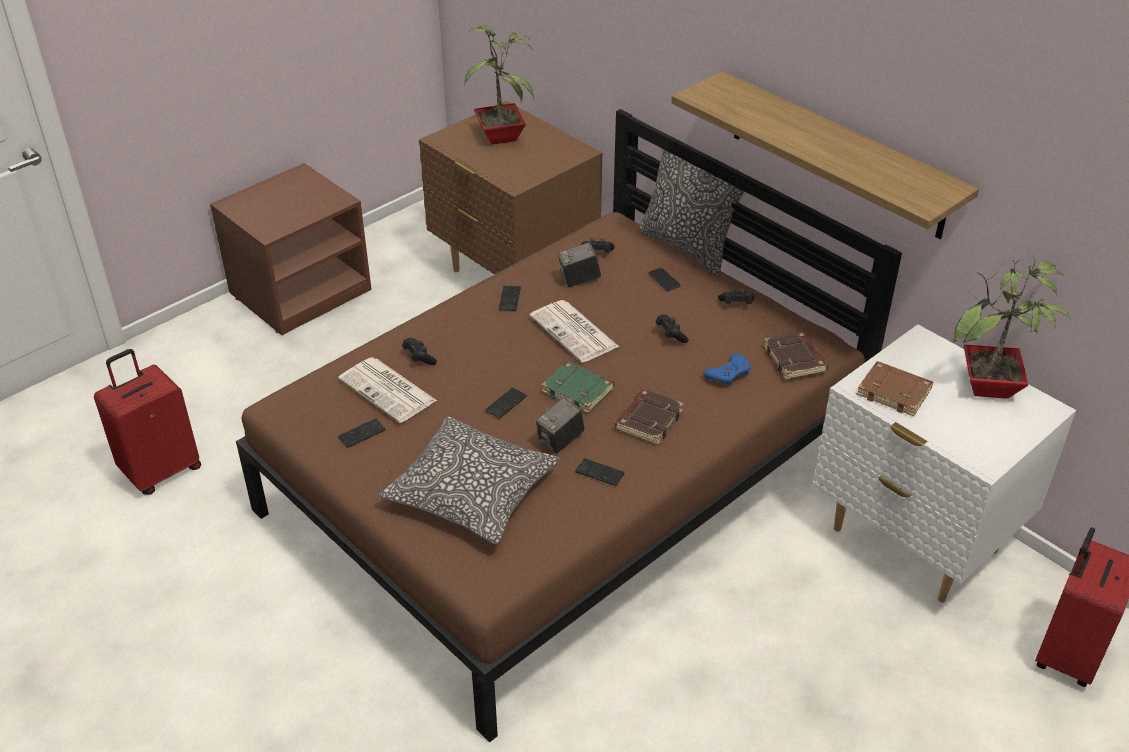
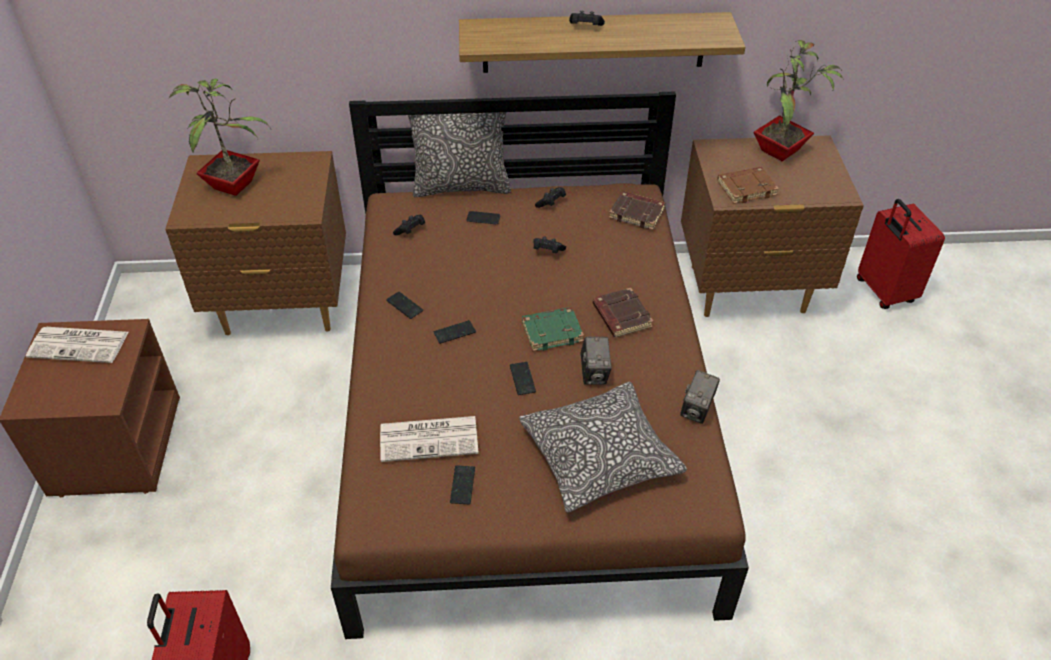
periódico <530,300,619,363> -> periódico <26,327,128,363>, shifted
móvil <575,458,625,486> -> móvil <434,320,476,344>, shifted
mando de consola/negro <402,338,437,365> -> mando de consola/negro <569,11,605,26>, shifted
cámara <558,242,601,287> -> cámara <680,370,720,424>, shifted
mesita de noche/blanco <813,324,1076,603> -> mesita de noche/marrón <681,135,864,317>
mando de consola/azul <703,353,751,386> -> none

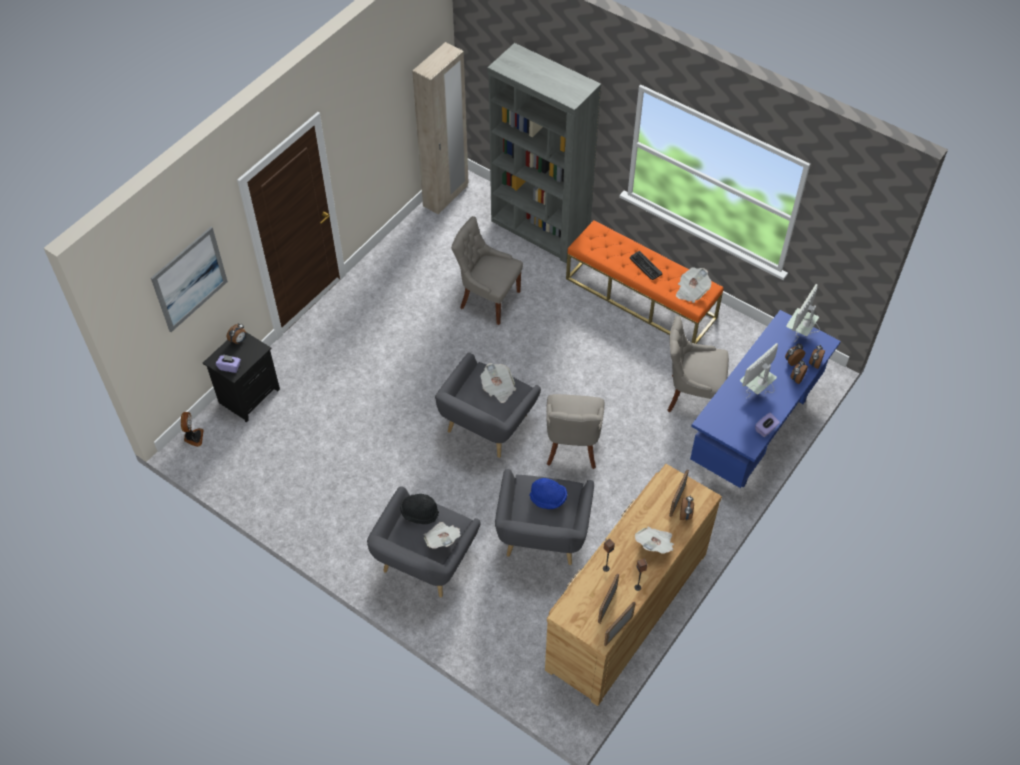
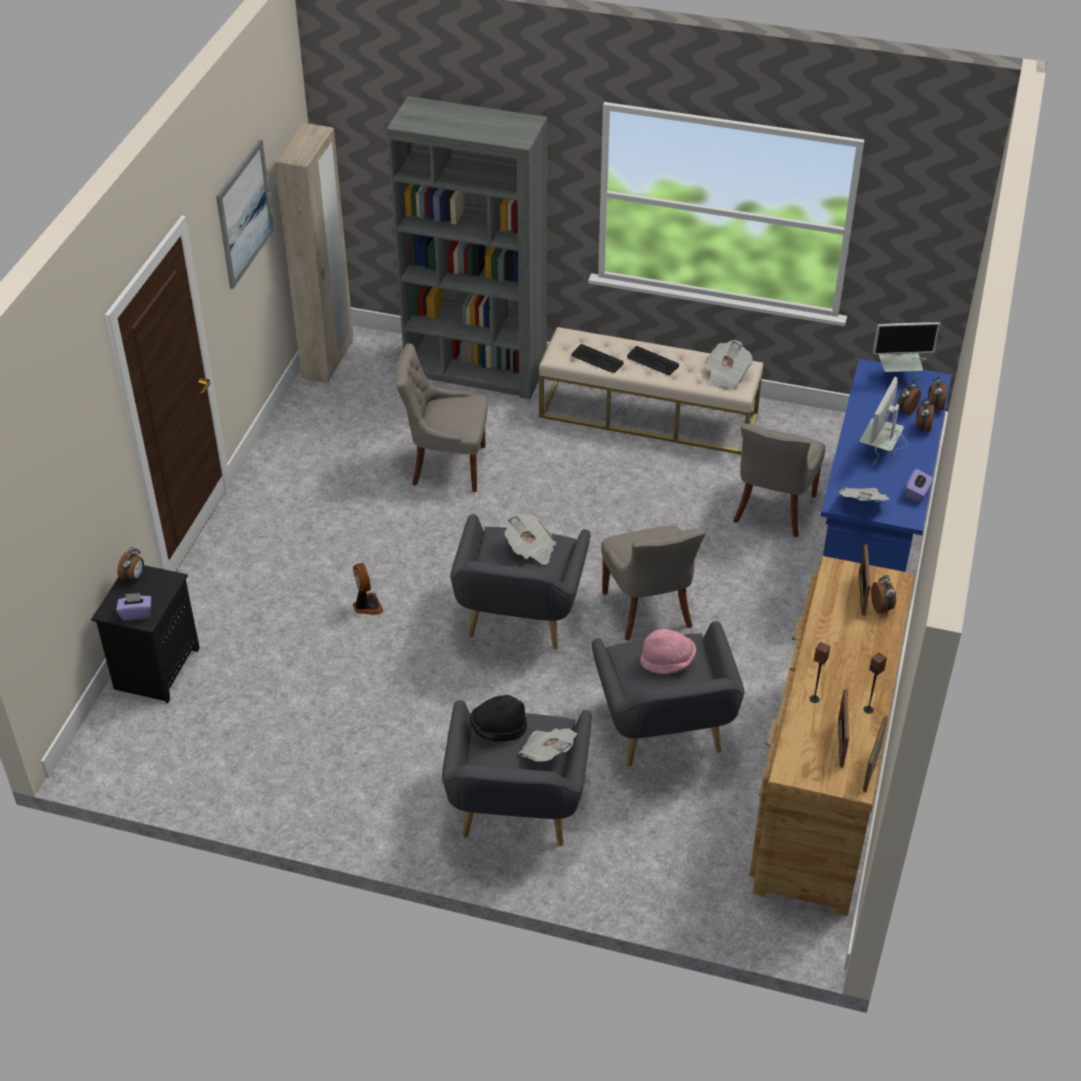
cuadro <151,227,228,332> -> cuadro <216,139,274,289>, shifted
ventilador <181,412,203,447> -> ventilador <353,563,383,615>, shifted
banco/naranja <566,220,724,344> -> banco/beis <539,327,763,455>
none -> teclado <572,344,624,373>
sombrero/azul <530,478,567,509> -> sombrero/rosa <640,629,696,674>
silla/gris <667,316,729,412> -> silla/gris <733,424,826,537>, 60 degrees counterclockwise
periódico <635,527,674,554> -> periódico <839,488,890,501>, shifted
monitor <786,284,820,343> -> monitor <873,322,940,377>, 105 degrees counterclockwise

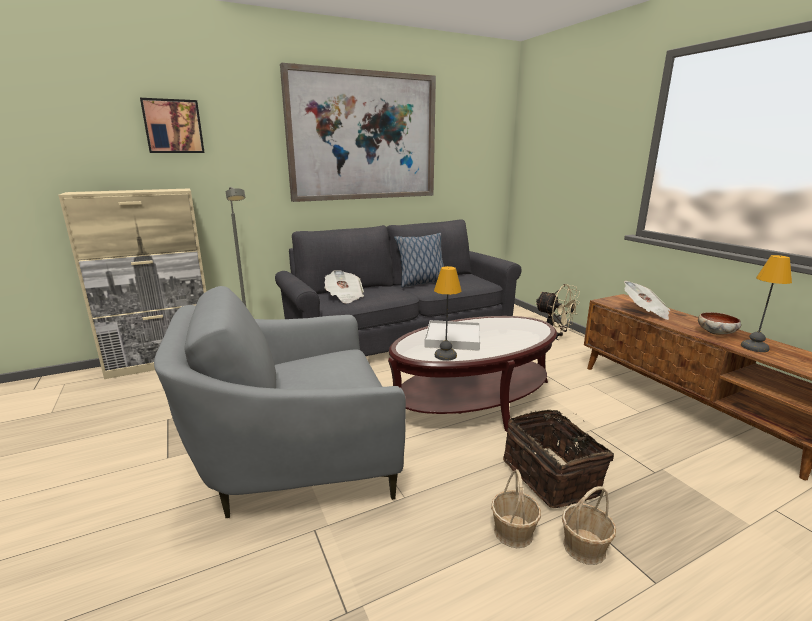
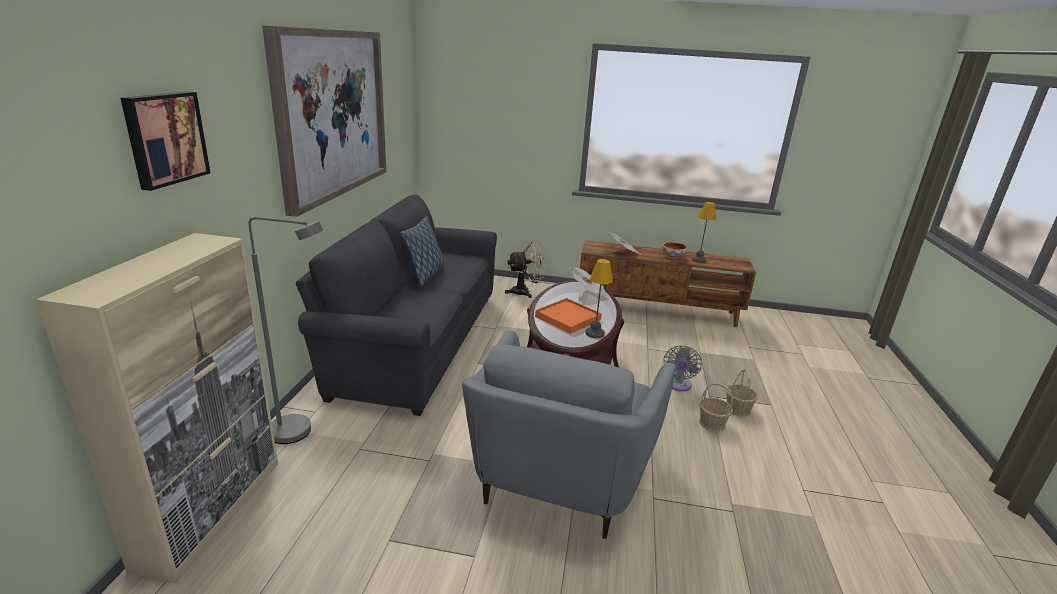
bandeja/blanco <424,320,480,350> -> bandeja/naranja <535,298,602,334>
periódico <325,270,364,304> -> periódico <569,267,609,298>, shifted
cesta <503,410,614,508> -> ventilador/gris <663,345,702,391>

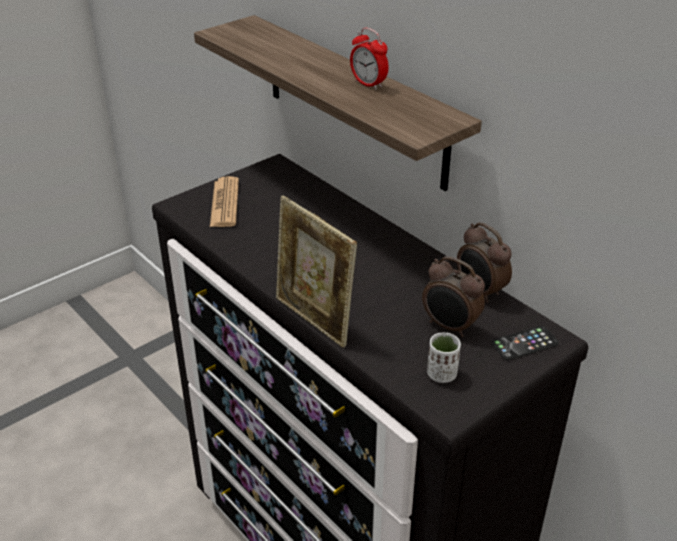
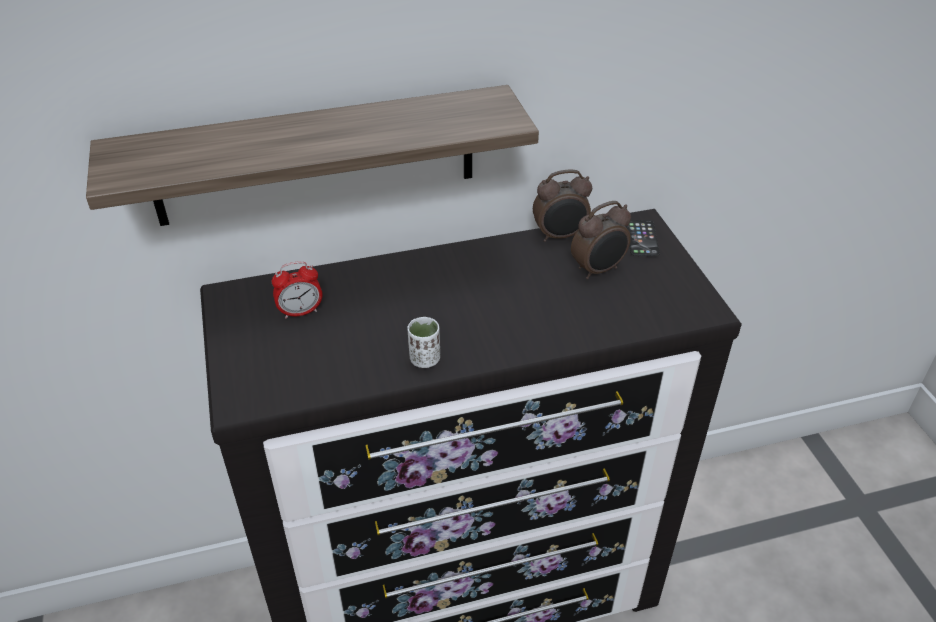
despertador <350,28,389,90> -> despertador <272,261,322,319>, shifted
taza/blanco <427,333,461,383> -> taza/blanco <408,317,440,368>, shifted
periódico <210,176,239,227> -> none
portarretratos <276,196,357,348> -> none

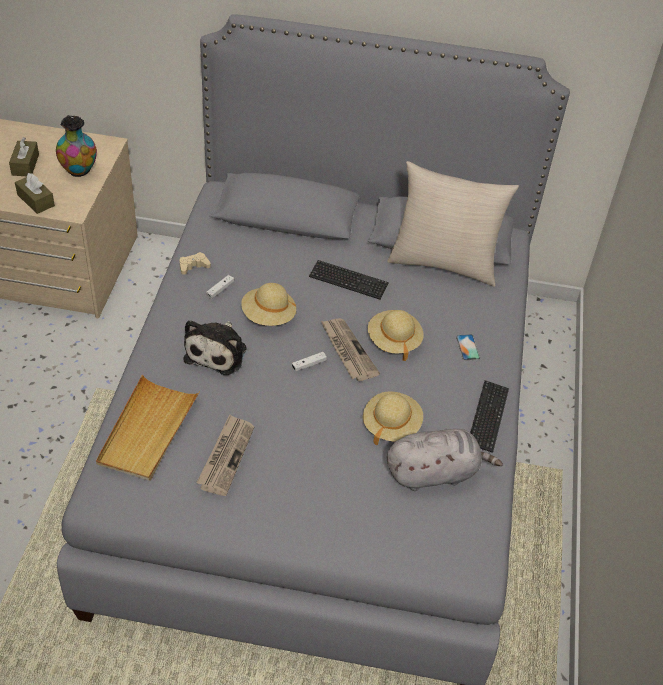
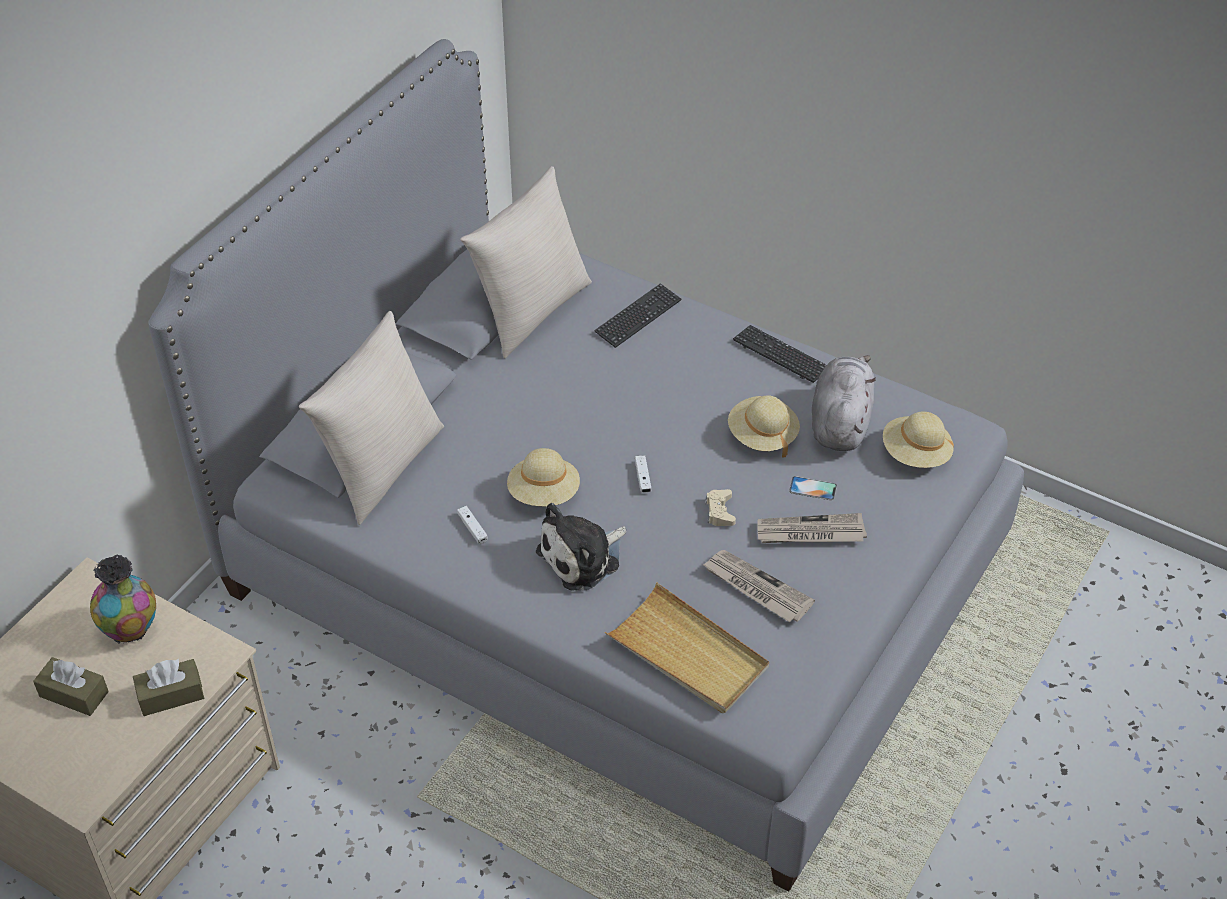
none -> cojín/beis <299,311,444,525>
peluche <183,320,247,375> -> peluche <536,503,626,590>, 105 degrees clockwise
teclado <309,260,389,300> -> teclado <594,283,681,348>, shifted
mando de consola/beis <179,252,211,275> -> mando de consola/beis <705,489,736,526>, shifted
periódico <321,318,380,381> -> periódico <757,513,867,543>, shifted
móvil <456,334,480,361> -> móvil <789,476,837,501>, shifted
sombrero/beis <368,310,424,361> -> sombrero/beis <883,412,954,468>, shifted

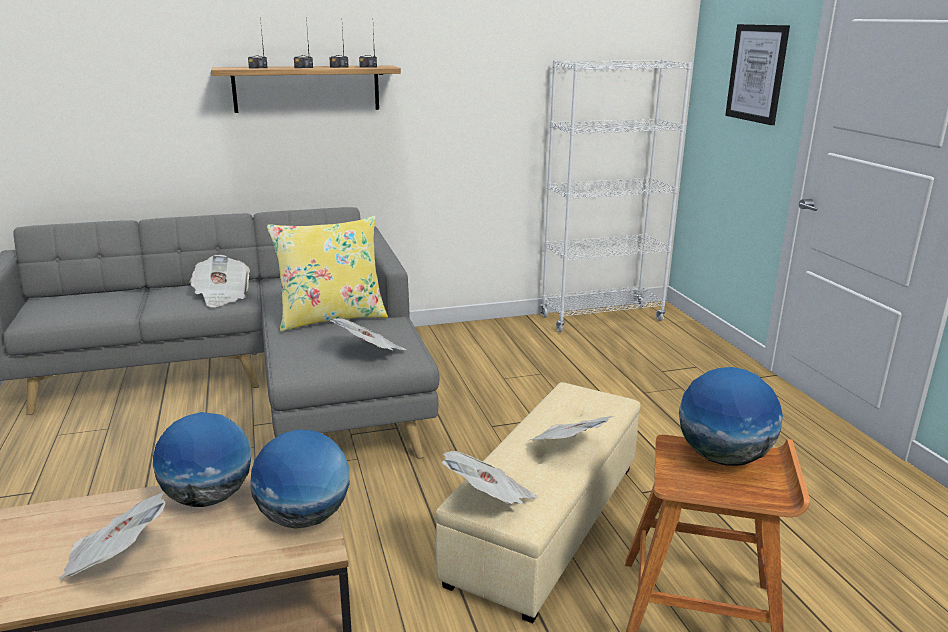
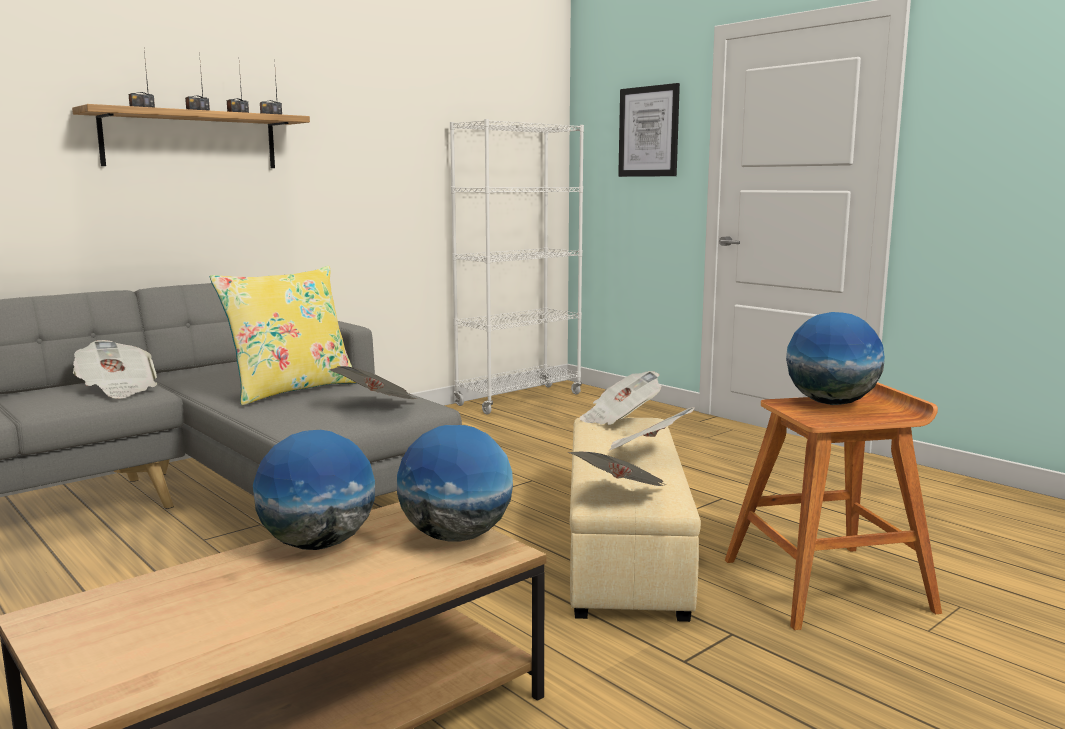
periódico <59,492,165,580> -> periódico <580,371,661,425>, shifted

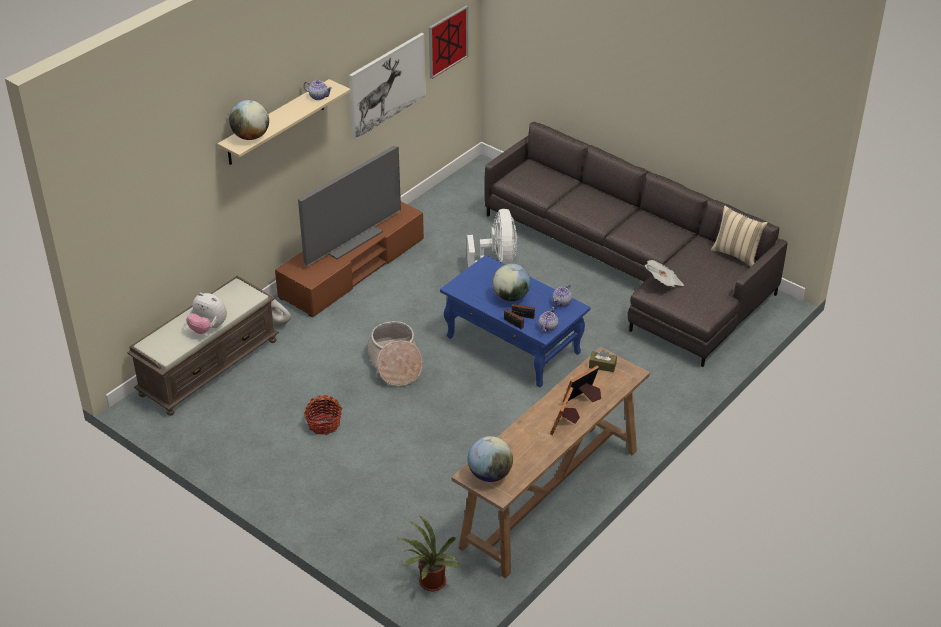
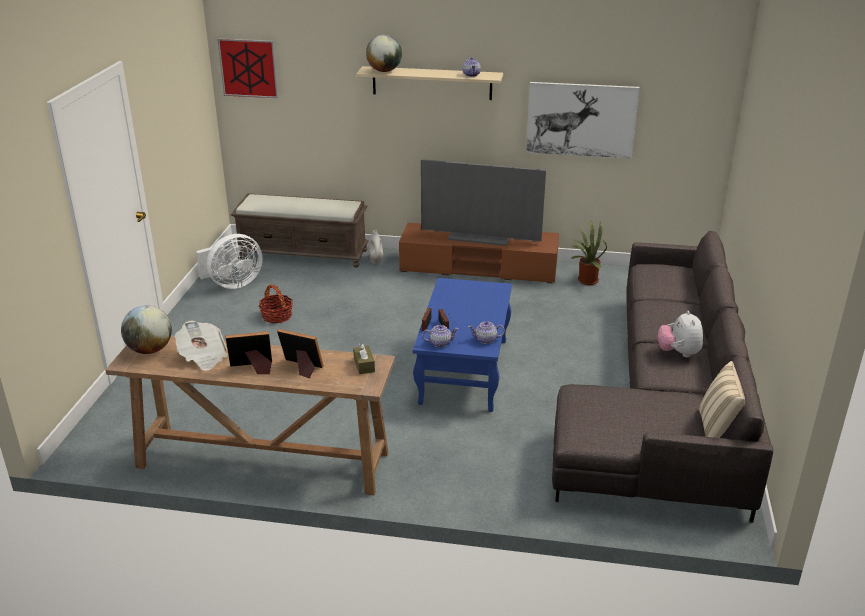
periódico <645,260,684,287> -> periódico <175,320,228,371>, shifted
ventilador/blanco <467,209,517,268> -> ventilador/blanco <196,234,263,289>, shifted
cuadro <429,6,468,79> -> cuadro <217,38,278,98>, shifted
planta en maceta <397,515,461,591> -> planta en maceta <569,221,607,285>, shifted
peluche <186,293,227,334> -> peluche <657,311,703,357>, shifted
cesta <365,321,423,386> -> none
globo terráqueo <493,263,531,301> -> none

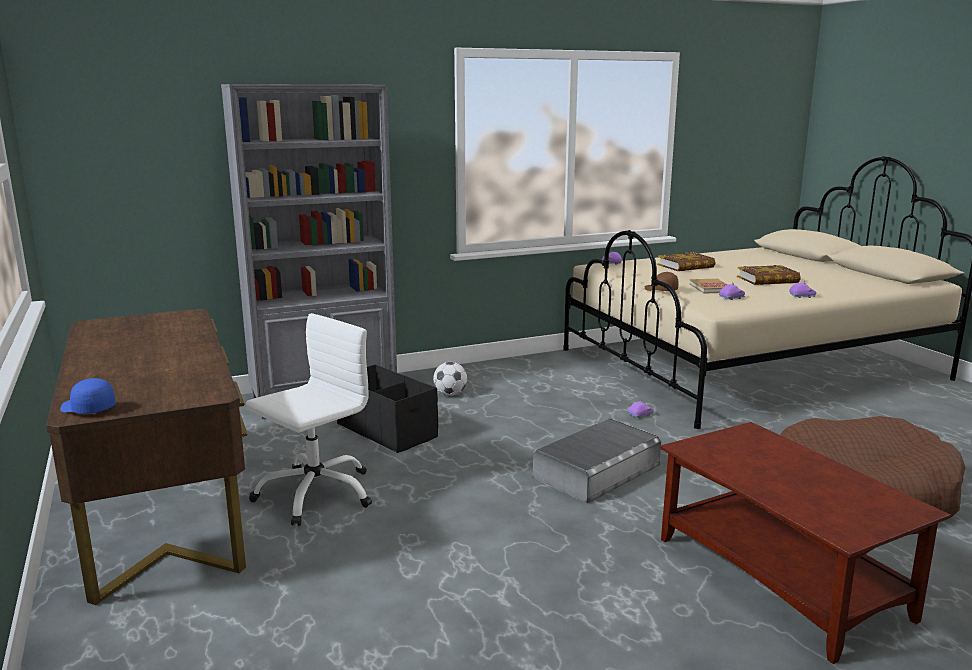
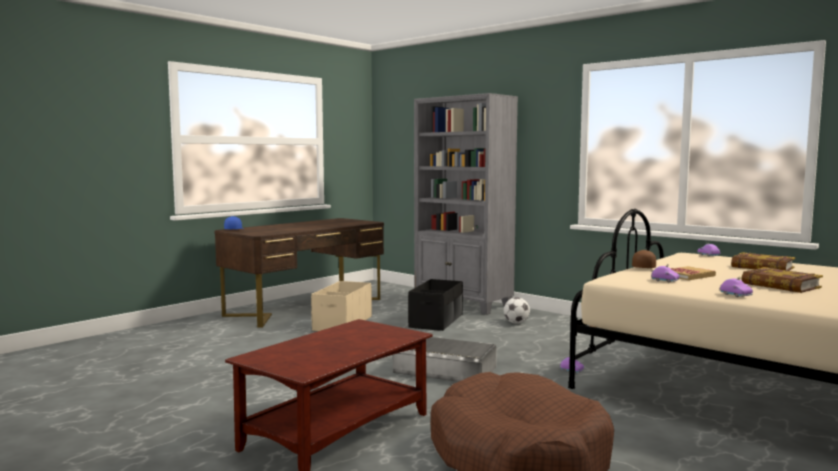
silla de oficina/blanco <246,313,372,526> -> caja de almacenaje/beis <311,281,372,331>

